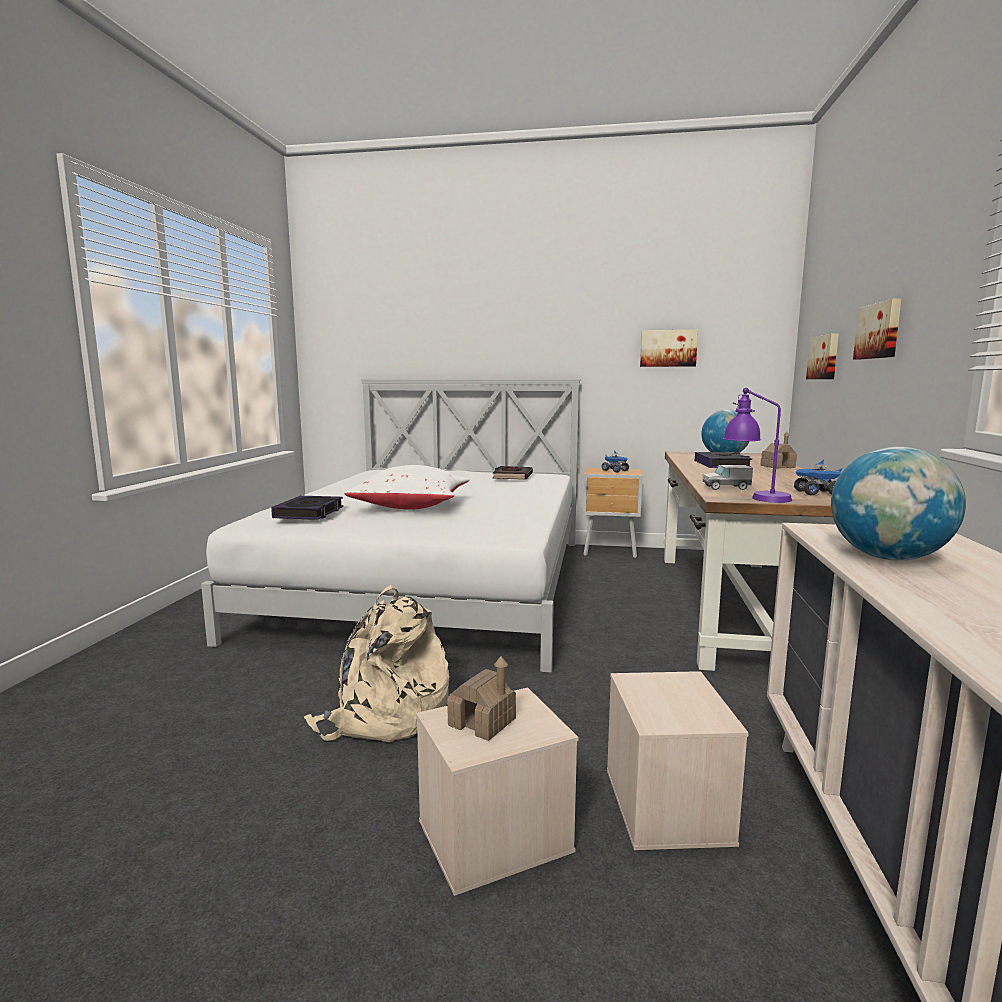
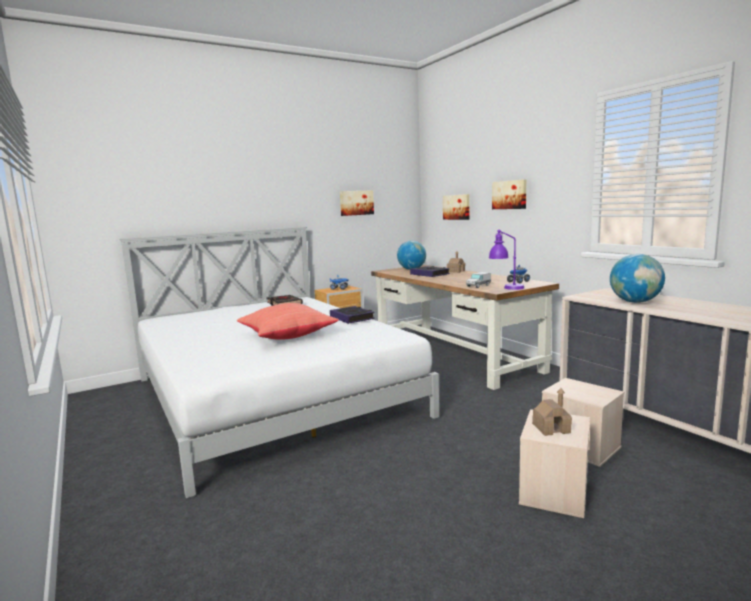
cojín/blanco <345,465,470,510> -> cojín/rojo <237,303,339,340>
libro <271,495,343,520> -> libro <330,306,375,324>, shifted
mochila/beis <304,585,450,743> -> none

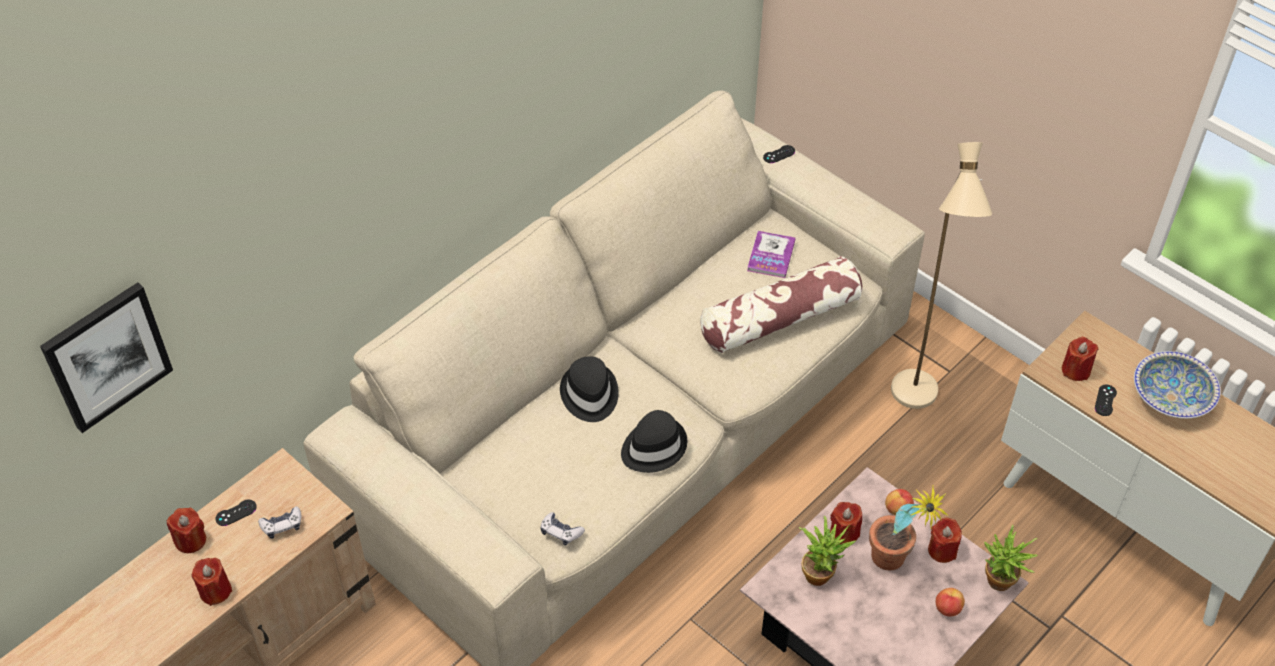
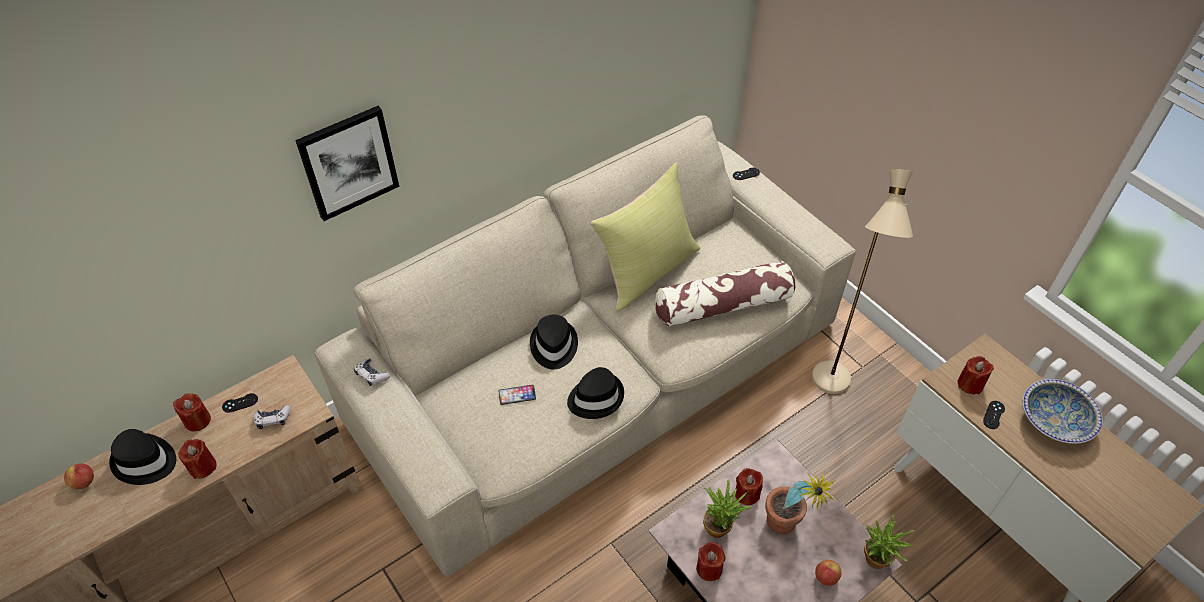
manzana <885,489,914,515> -> manzana <64,464,94,489>, shifted
none -> sombrero/negro <109,429,176,485>
cuadro <40,282,173,433> -> cuadro <295,106,399,221>, shifted
mando de consola <541,512,585,546> -> mando de consola <354,358,390,386>, shifted
none -> móvil <498,385,536,405>
none -> cojín/amarillo <591,162,700,311>
vela/rojo <928,518,962,563> -> vela/rojo <696,542,726,581>, shifted
libro <747,231,795,278> -> none

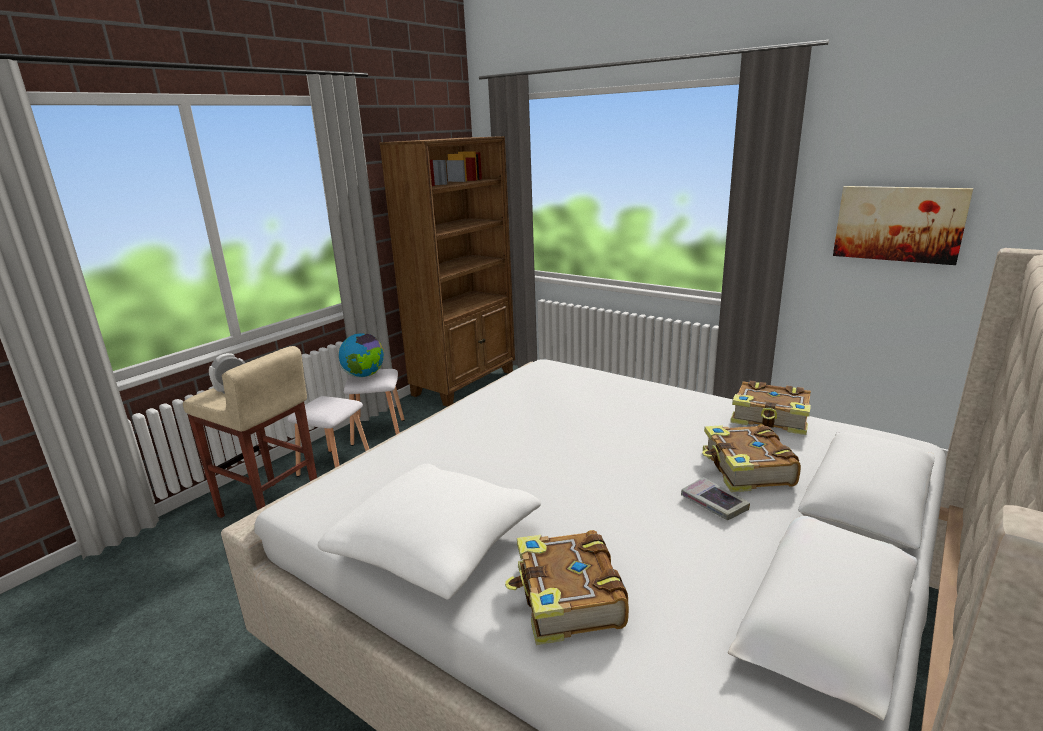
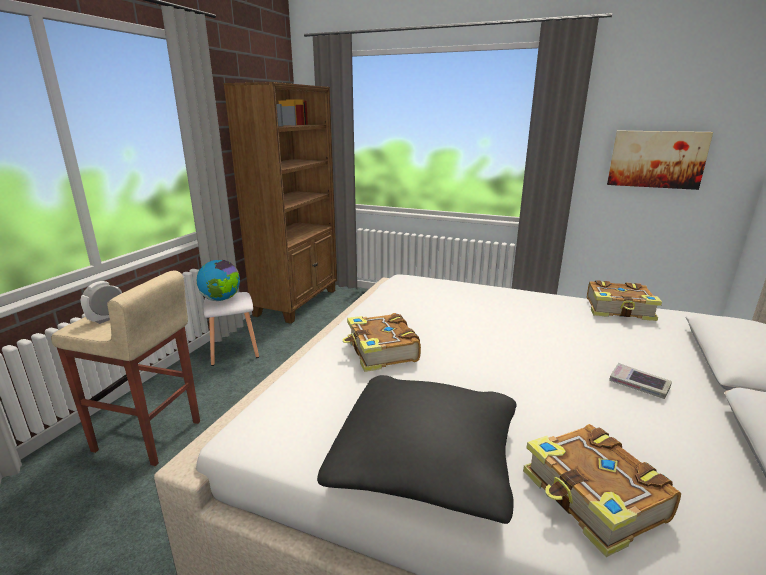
cojín/blanco <318,464,541,600> -> cojín/negro <317,375,517,524>
libro <702,424,801,492> -> libro <342,313,421,372>, shifted
taburete/blanco <287,396,369,477> -> none

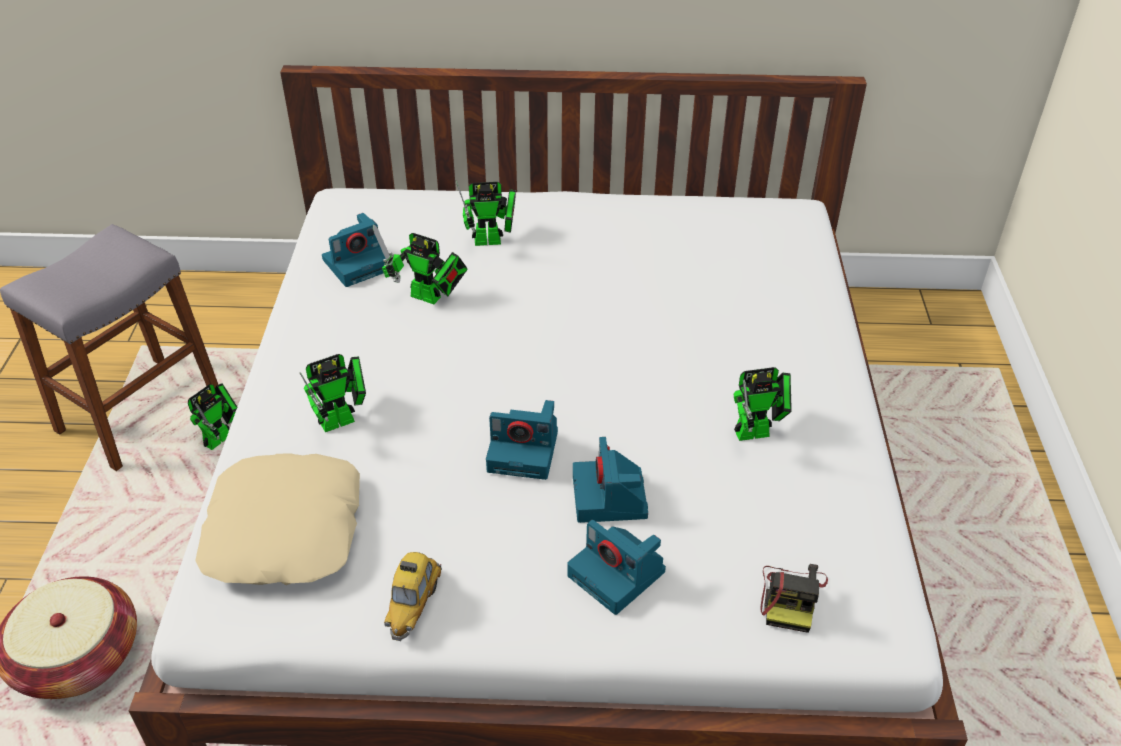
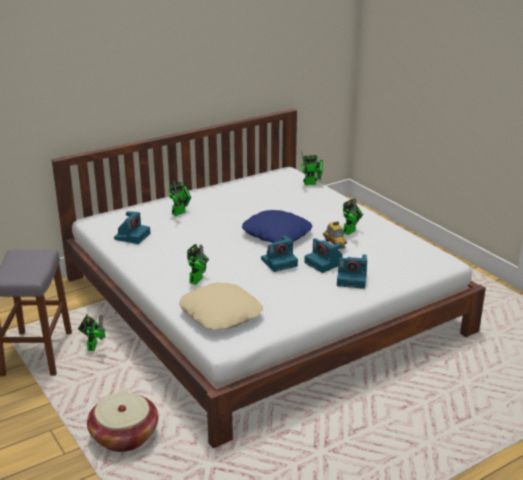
none -> cojín/azul <242,210,313,243>
robot de juguete <373,224,468,304> -> robot de juguete <301,151,323,185>, shifted
coche de juguete <384,552,442,641> -> coche de juguete <323,221,347,249>, shifted
cámara <761,564,828,633> -> none

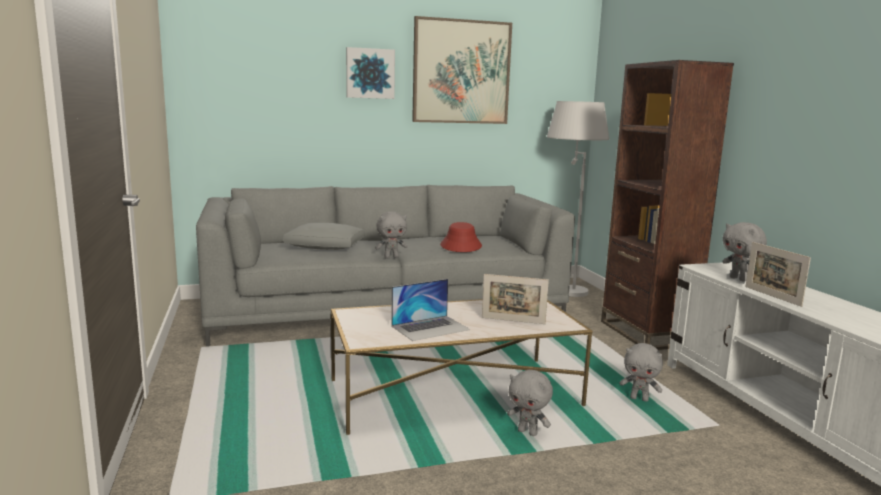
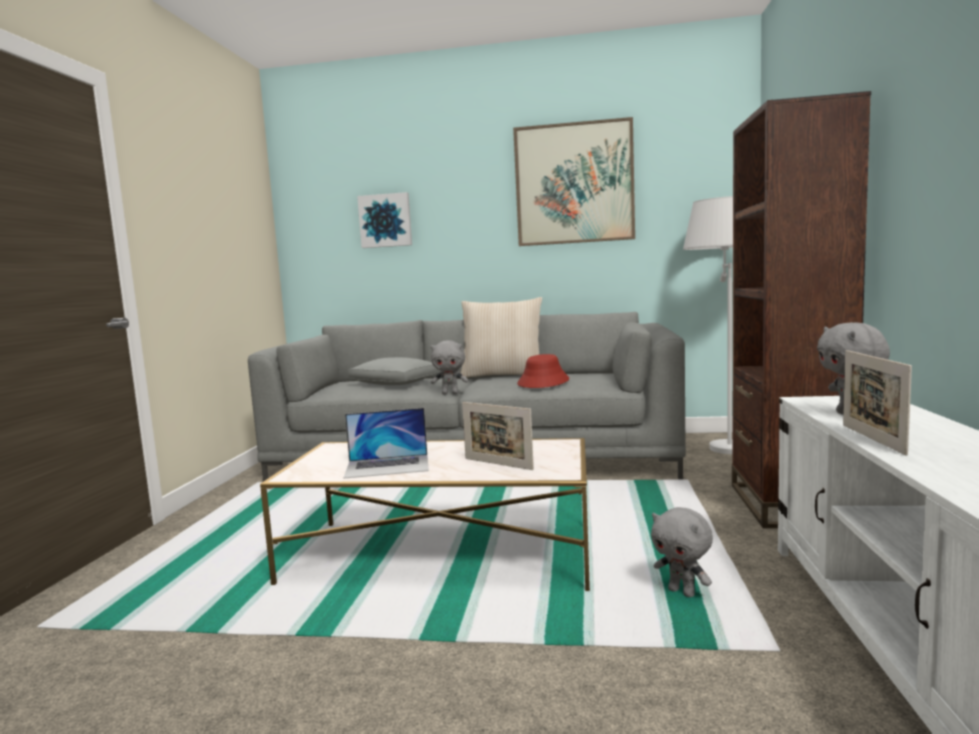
cuadro <346,47,395,99> -> cuadro <357,192,412,248>, shifted
none -> cojín/beis <460,297,542,378>
peluche/gris <507,370,553,436> -> none

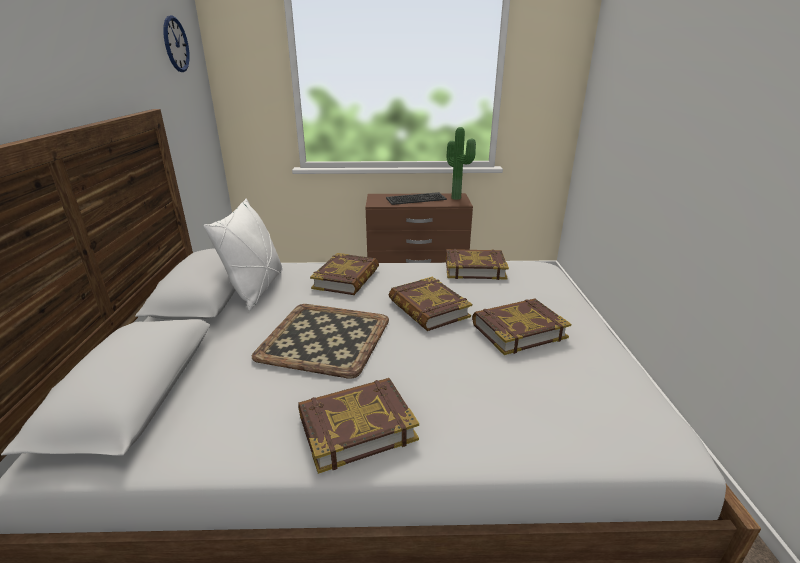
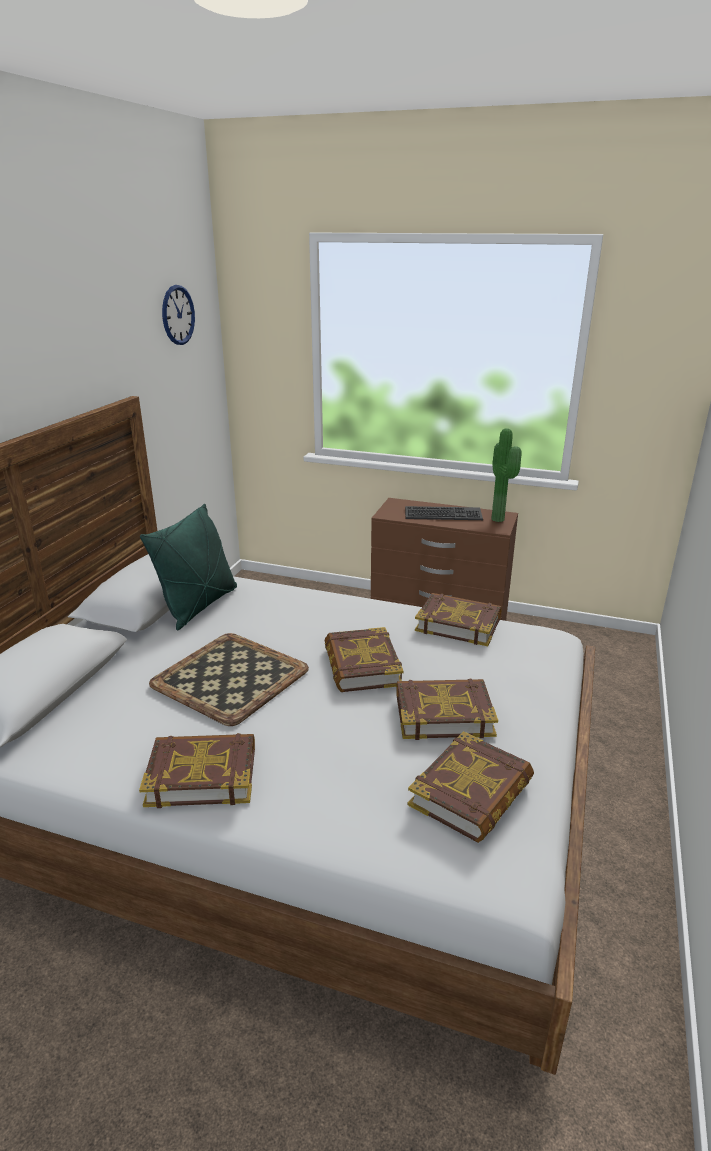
cojín/blanco <204,198,283,311> -> cojín/verde <140,504,237,630>
libro <310,253,379,295> -> libro <407,731,534,843>, shifted

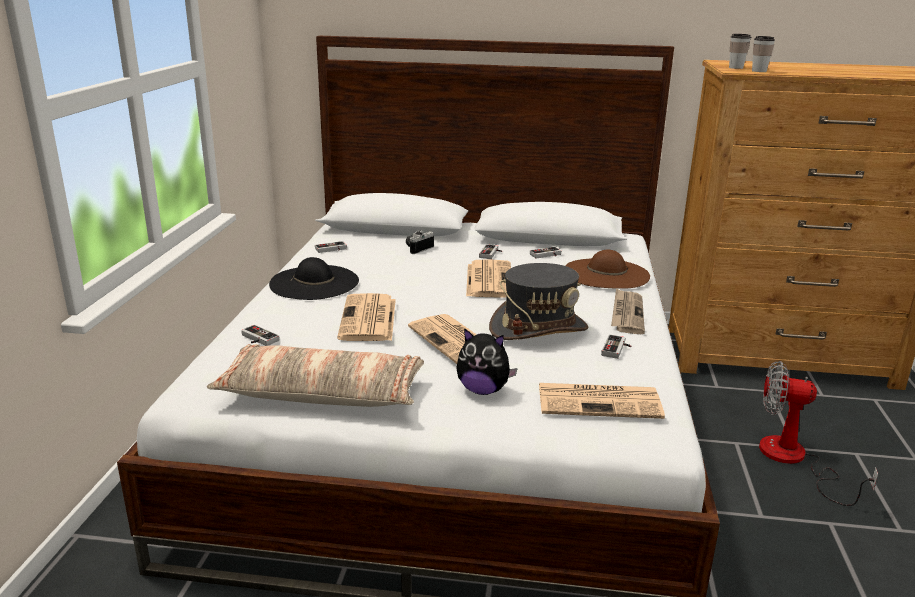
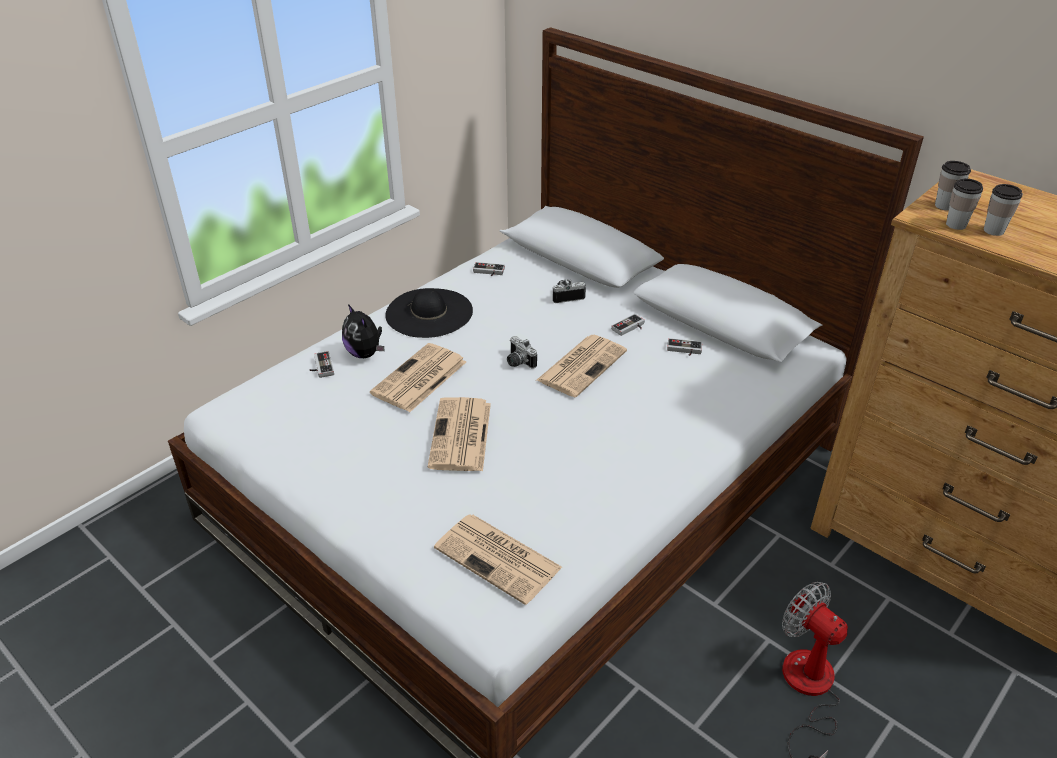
peluche <456,328,518,395> -> peluche <342,304,384,358>, shifted
none -> cámara <507,336,537,369>
none -> taza <984,184,1023,236>
cojín <207,344,424,407> -> none
sombrero/gris <489,263,588,340> -> none
sombrero/marrón <565,250,650,289> -> none
mando de consola <601,334,632,359> -> none
periódico <611,288,645,334> -> none

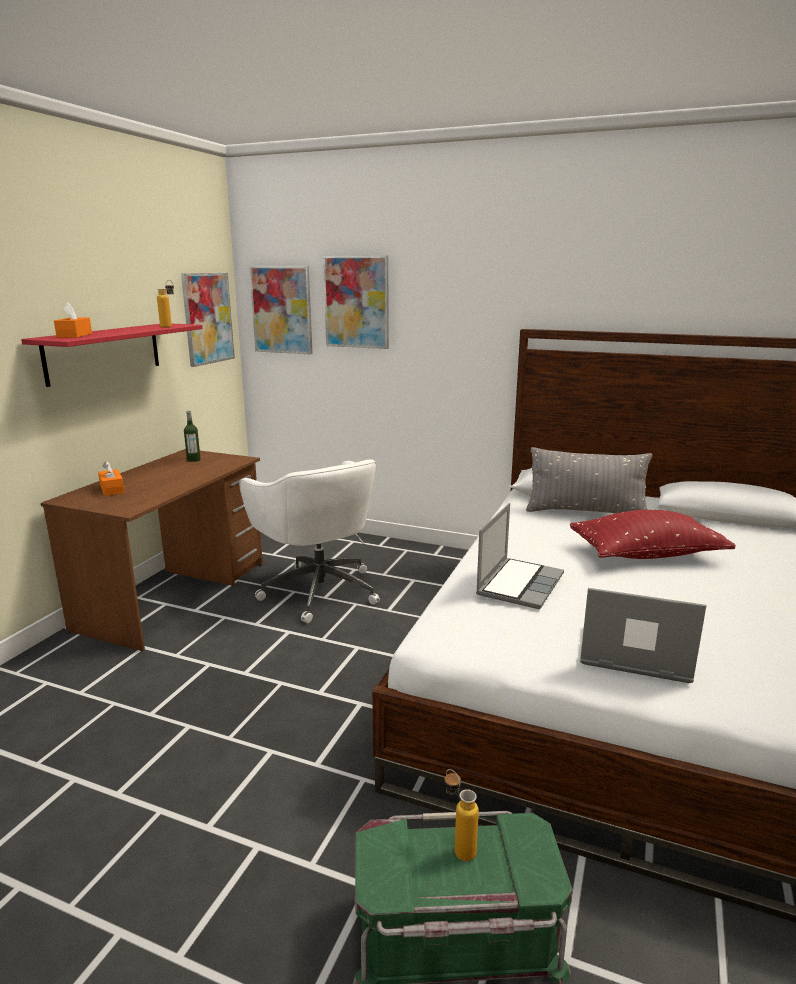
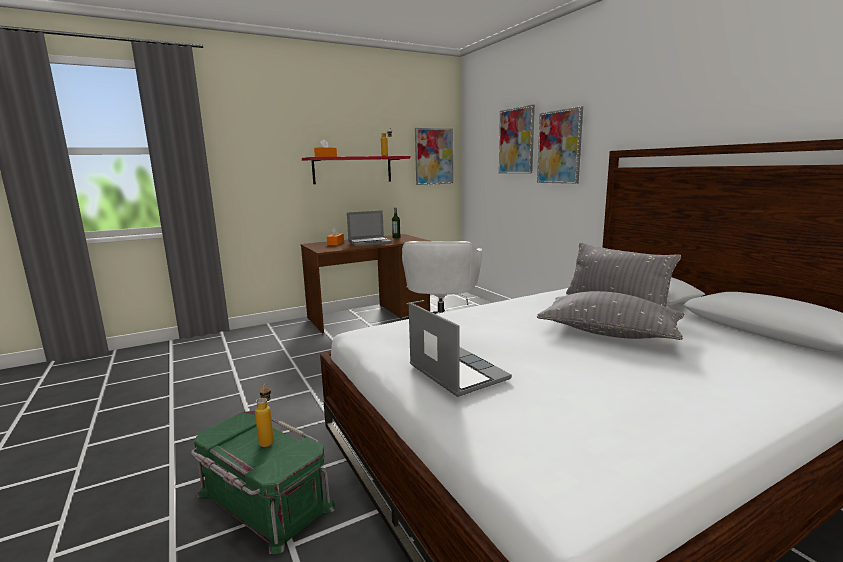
portátil <476,503,564,609> -> portátil <347,210,392,246>, shifted
cuadro <249,266,313,354> -> cuadro <537,107,583,184>, shifted
cojín/rojo <570,510,736,559> -> cojín/gris <537,291,684,340>

